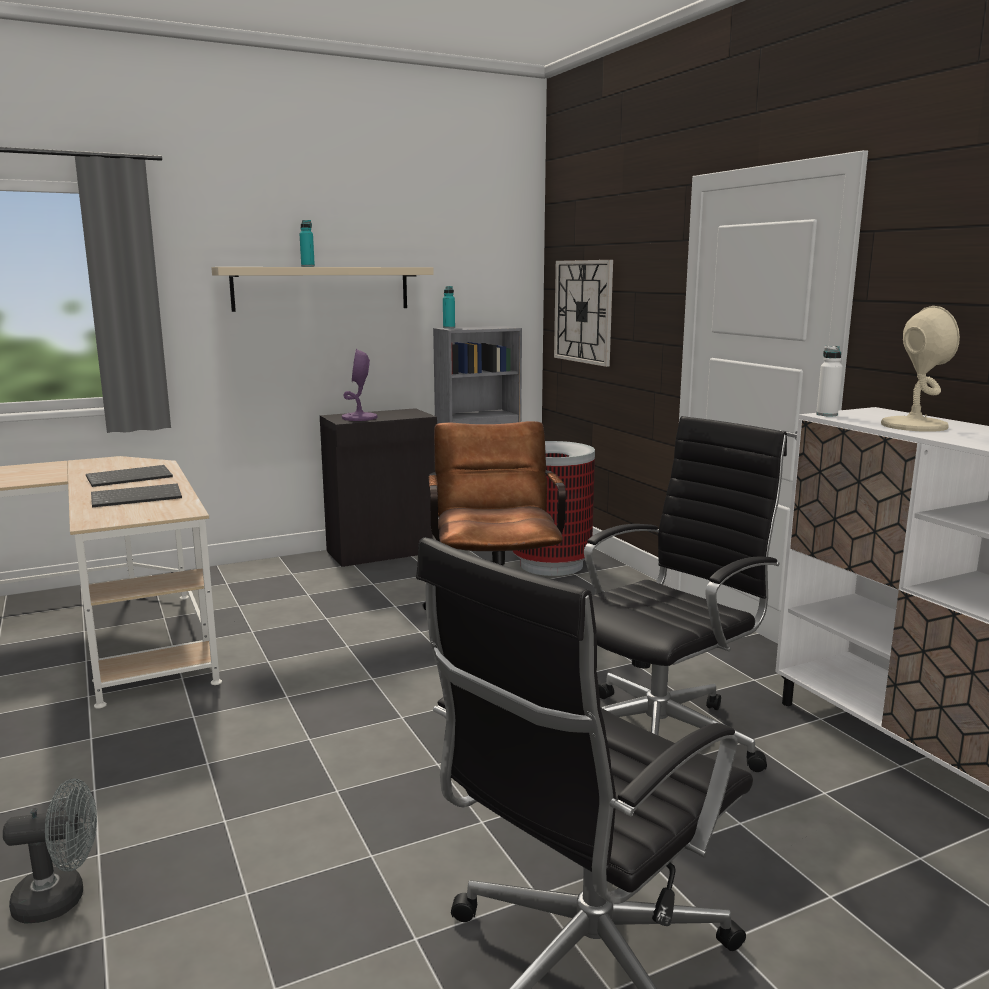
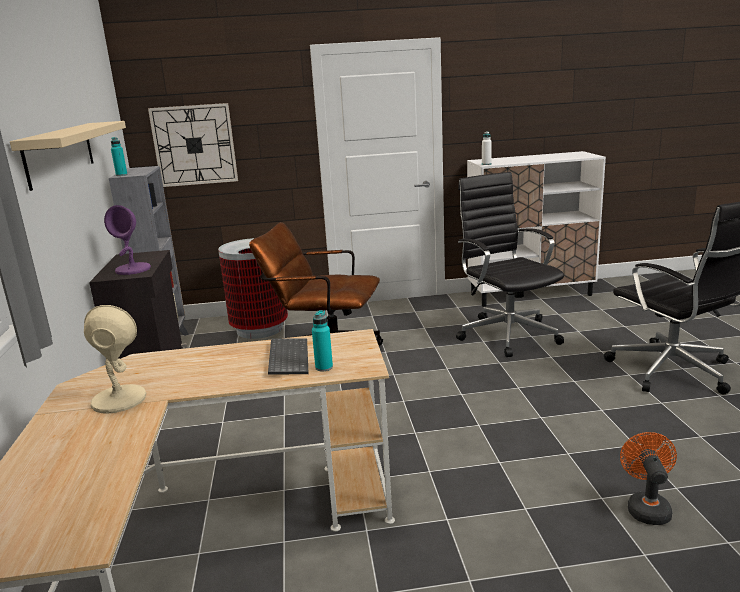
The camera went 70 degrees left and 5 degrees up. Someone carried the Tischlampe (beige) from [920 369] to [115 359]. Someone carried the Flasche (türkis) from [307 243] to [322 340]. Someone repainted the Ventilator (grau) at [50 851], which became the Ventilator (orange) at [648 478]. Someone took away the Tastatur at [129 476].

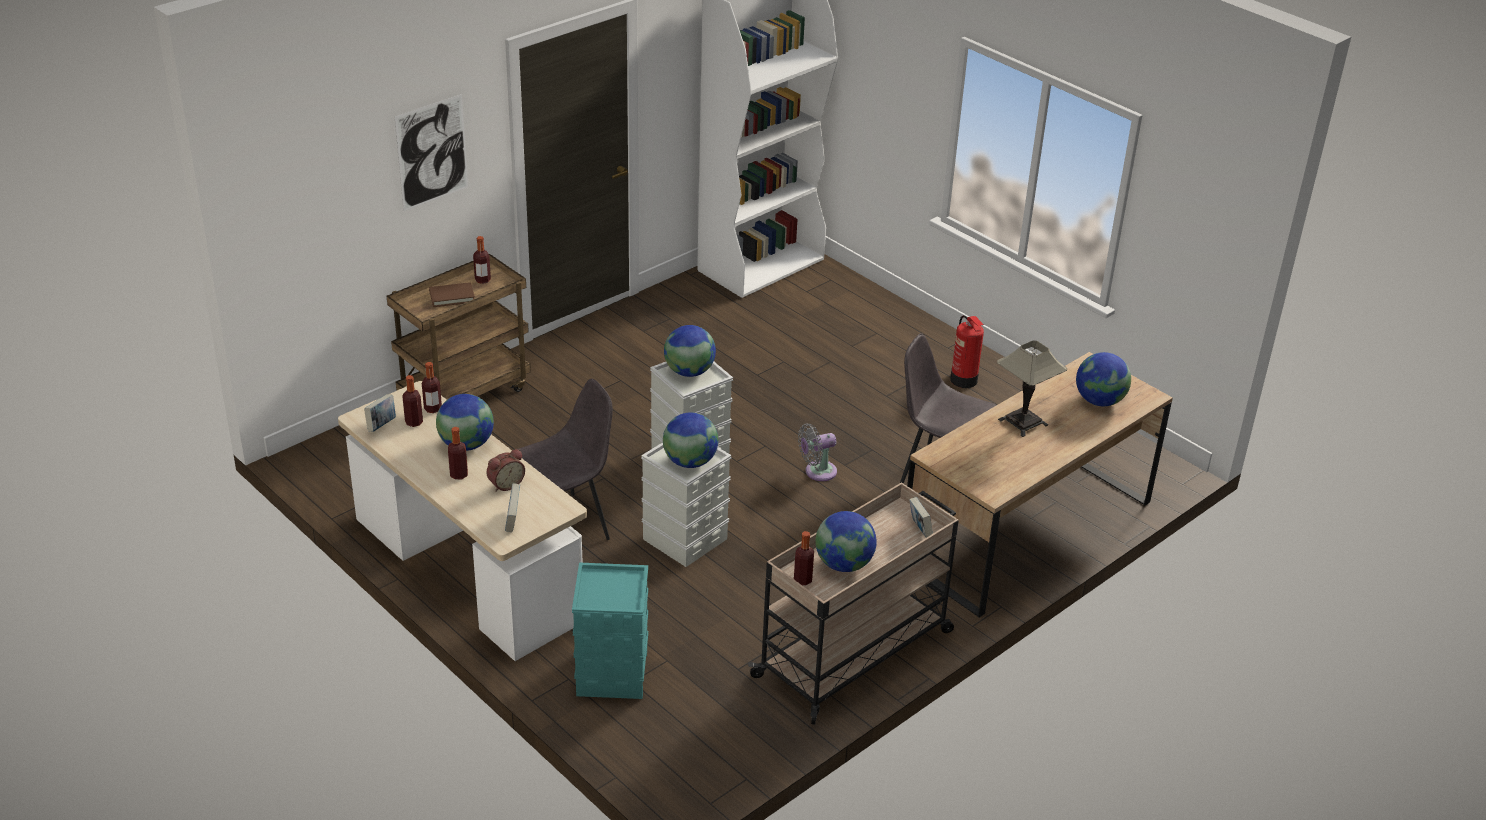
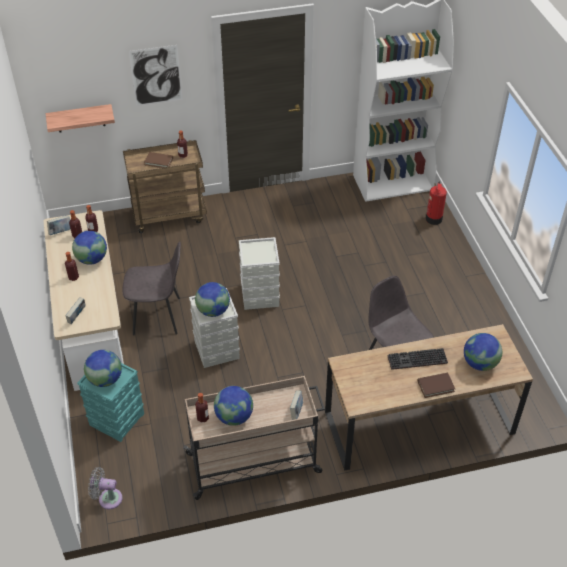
The camera went 30 degrees right and 10 degrees up. Someone put up the Wandregal at [80 118]. Someone carried the Globus from [690 351] to [103 368]. Someone carried the Ventilator (grau) from [817 452] to [105 488]. Someone swapped the Tischlampe at [1032 388] for the Tastatur at [418 359]. Someone put down the Buch (braun) at [436 385]. Someone carried the Feuerlöscher from [967 351] to [436 203]. Someone took away the Wecker at [505 470].

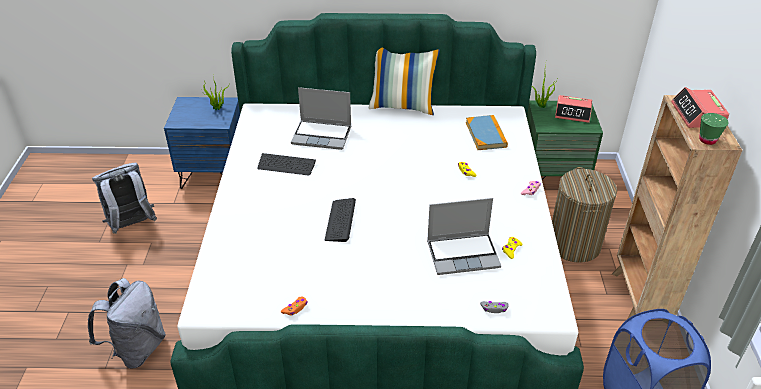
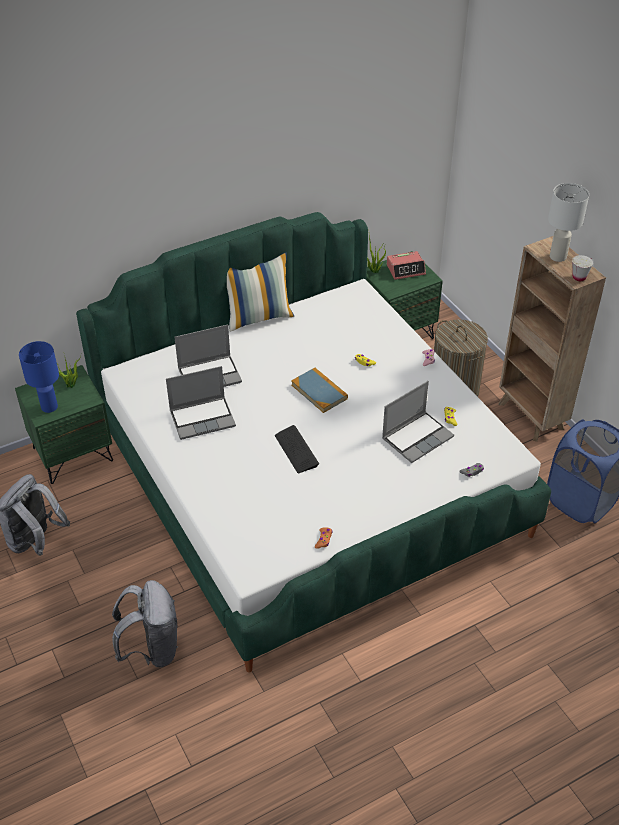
The camera went 30 degrees left and 5 degrees up. Someone repainted the Nachttisch (blau) at [202 143], which became the Nachttisch (grün) at [64 424]. Someone put down the Tischlampe (blau) at [39 377]. Someone swapped the Tastatur at [286 164] for the Laptop at [201 403]. Someone carried the Buch from [487 132] to [319 390]. Someone swapped the Wecker at [700 107] for the Tischlampe (weiß) at [568 222]. Someone repainted the Tasse (grün) at [714 129], which became the Tasse (weiß) at [583 268].

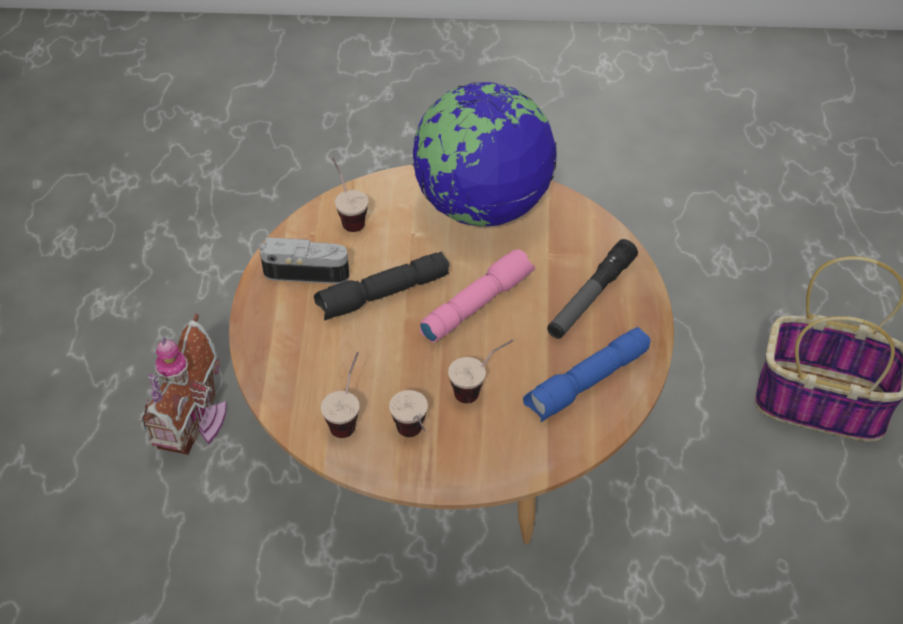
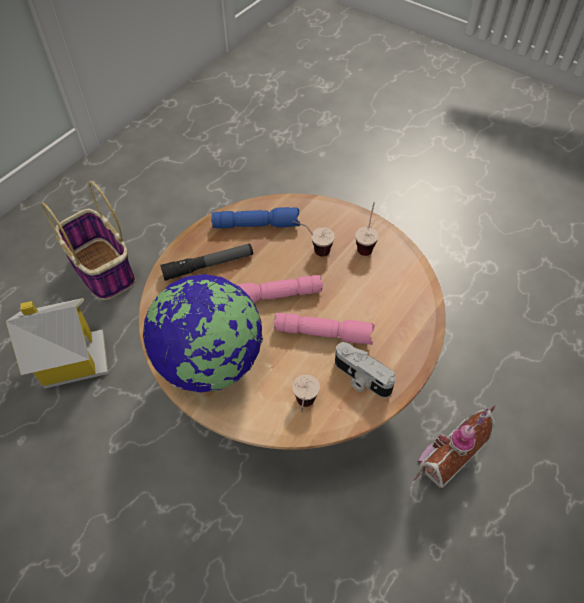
The camera went 145 degrees left and 5 degrees up. Someone put down the Spielzeughaus at [57 343]. Someone repainted the Taschenlampe (schwarz) at [381 286], which became the Taschenlampe (rosa) at [324 329]. Someone took away the Tasse at [340 395].

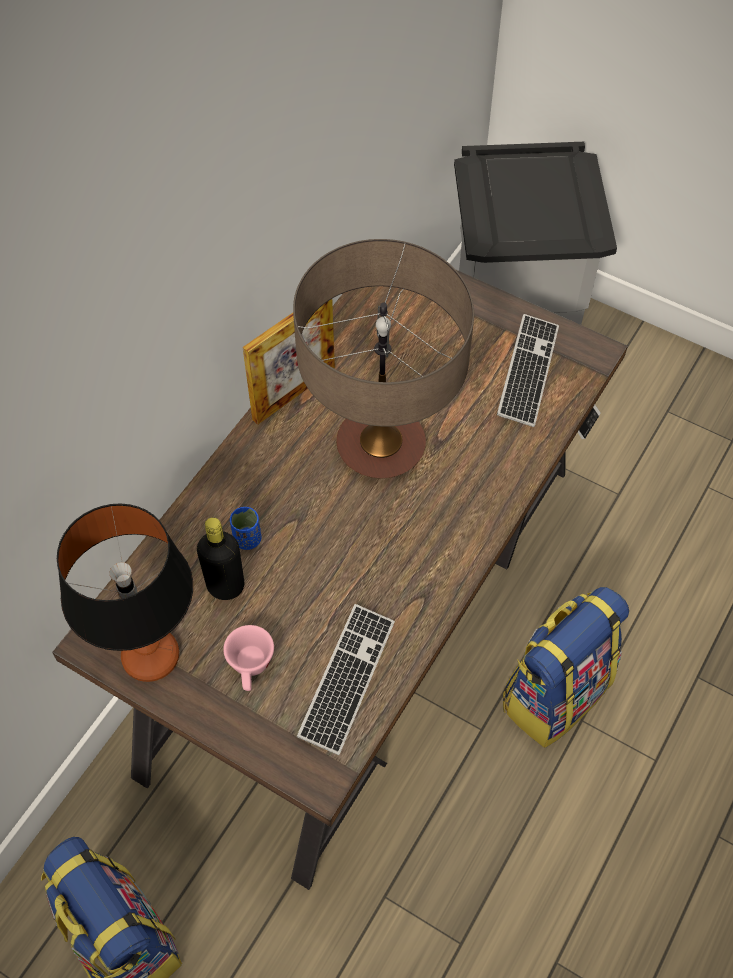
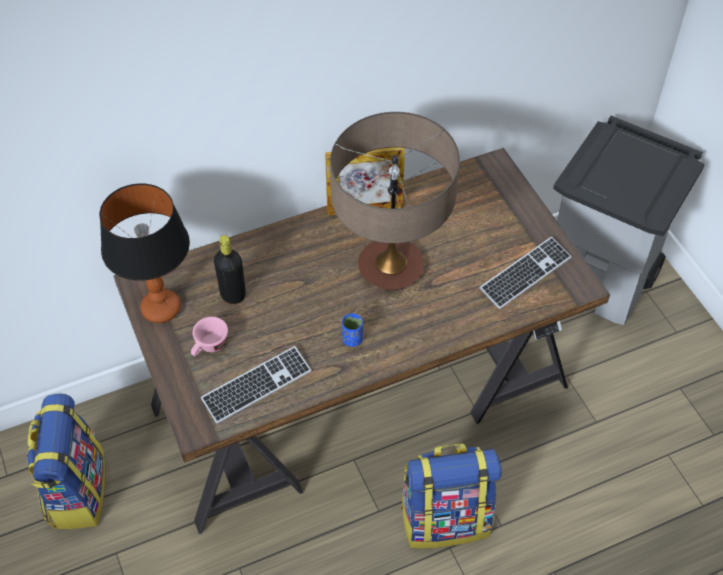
The camera went 35 degrees right and 5 degrees down. Someone carried the Tasse (blau) from [246 528] to [352 330].

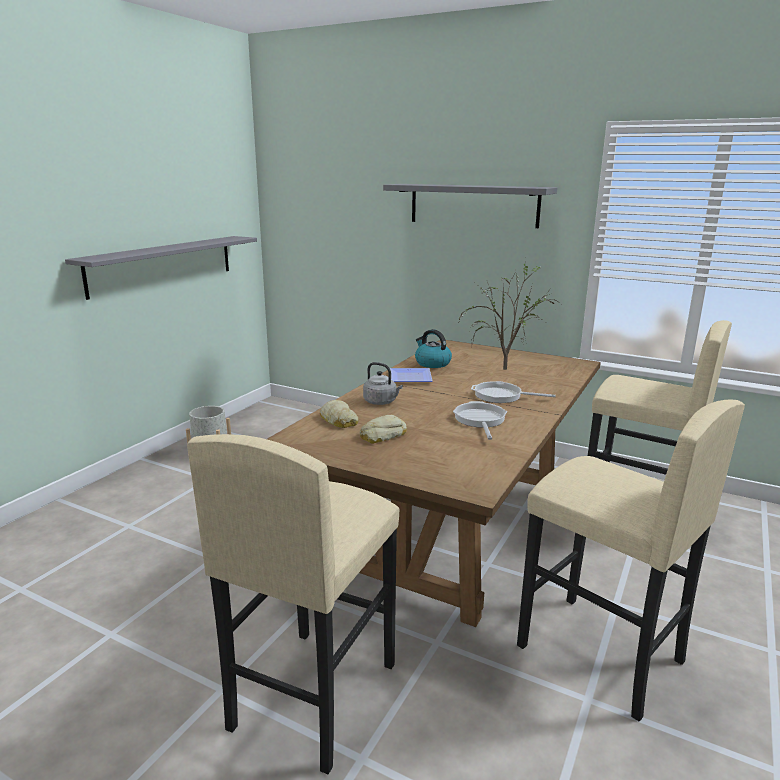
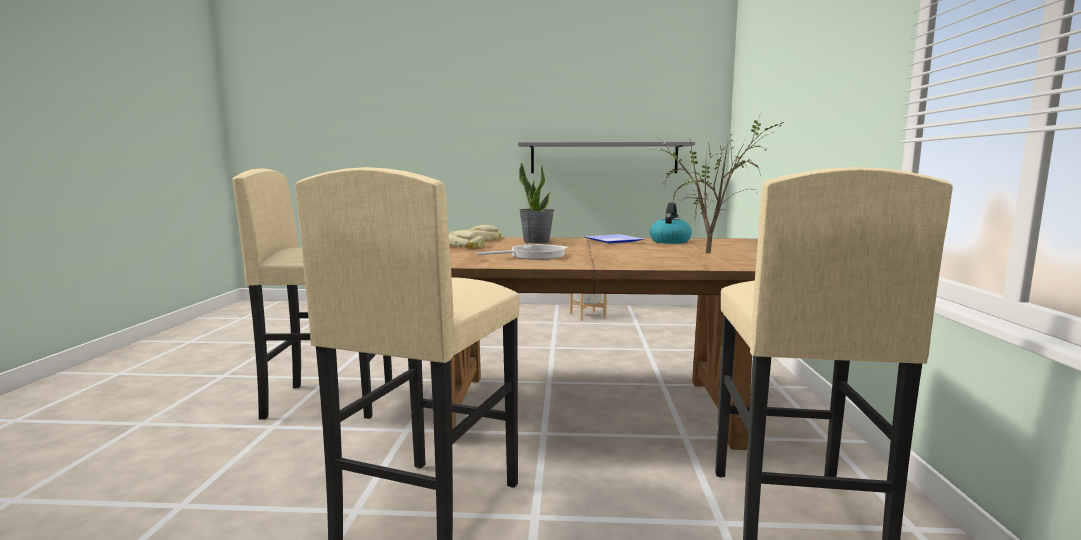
The camera went 65 degrees right and 10 degrees down. Someone swapped the Wasserkessel (grau) at [383 383] for the Topfpflanze at [536 203]. Someone took away the Wandregal (grau) at [470 206]. Someone took away the Pfanne at [513 392].

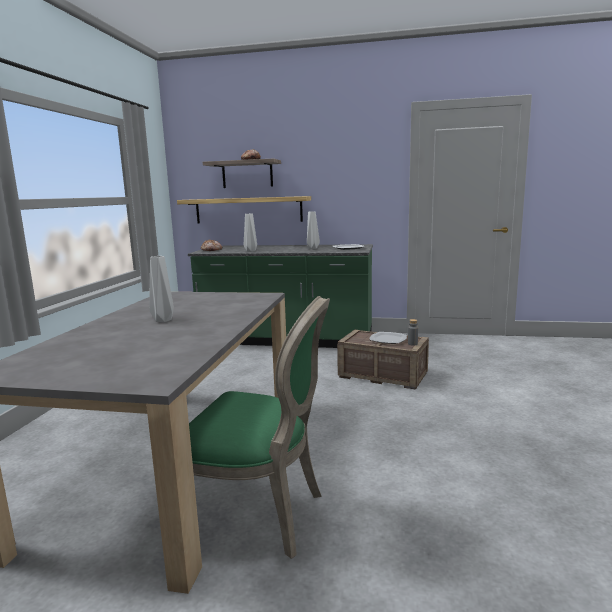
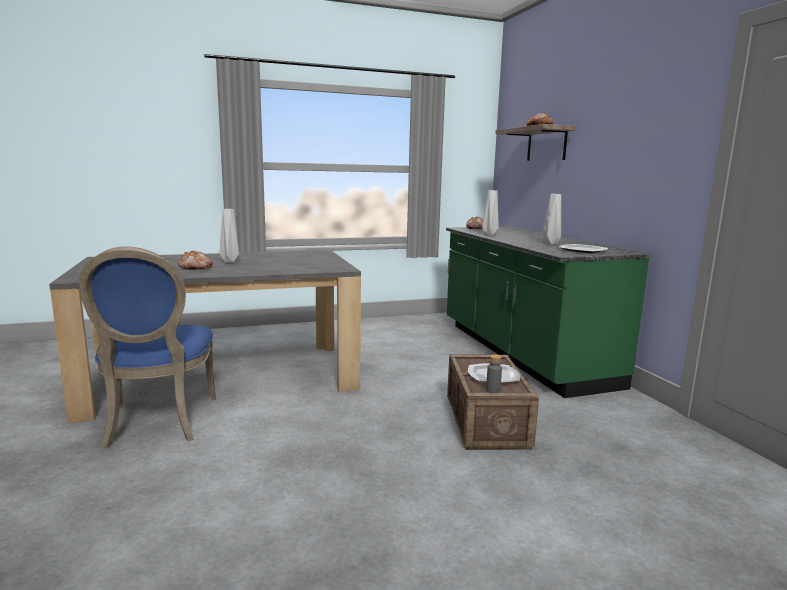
The camera went 60 degrees right and 0 degrees up. Someone repainted the Stuhl (grün) at [259 427], which became the Stuhl (blau) at [147 347]. Someone put down the Brot at [195 260]. Someone took away the Wandregal at [244 210].

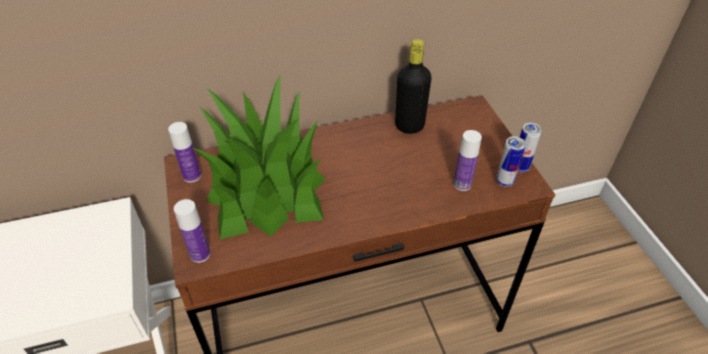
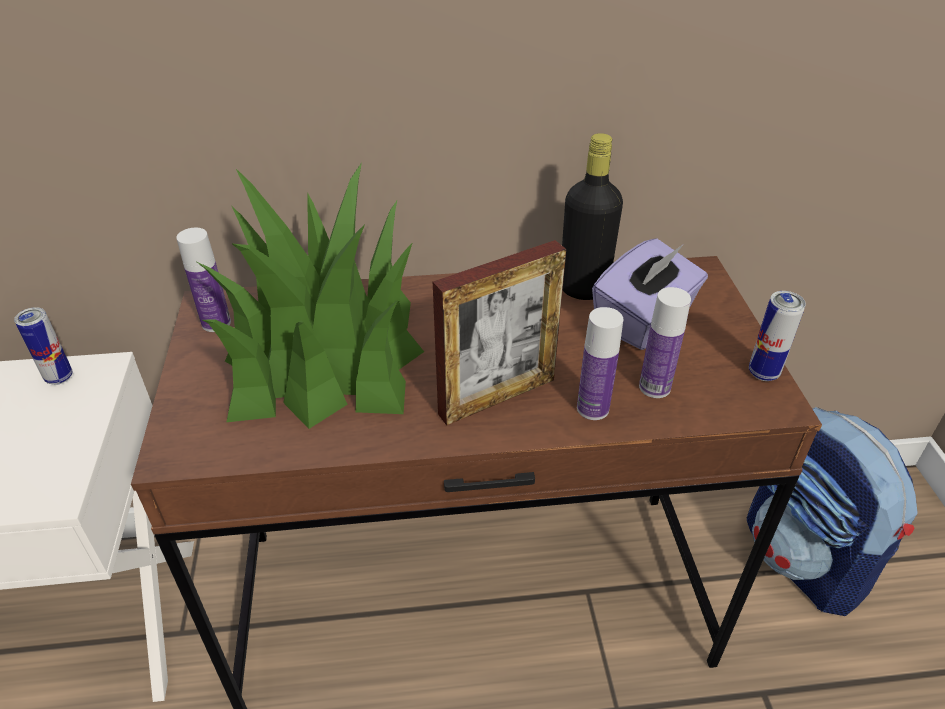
The camera went 10 degrees right and 5 degrees down. Someone carried the Dose from [511 161] to [43 346]. Someone put down the Bilderrahmen at [499 332]. Someone carried the Flasche from [192 231] to [600 363]. Someone put down the Taschentuchbox (lila) at [650 294]. Someone put down the Rucksack at [832 511].

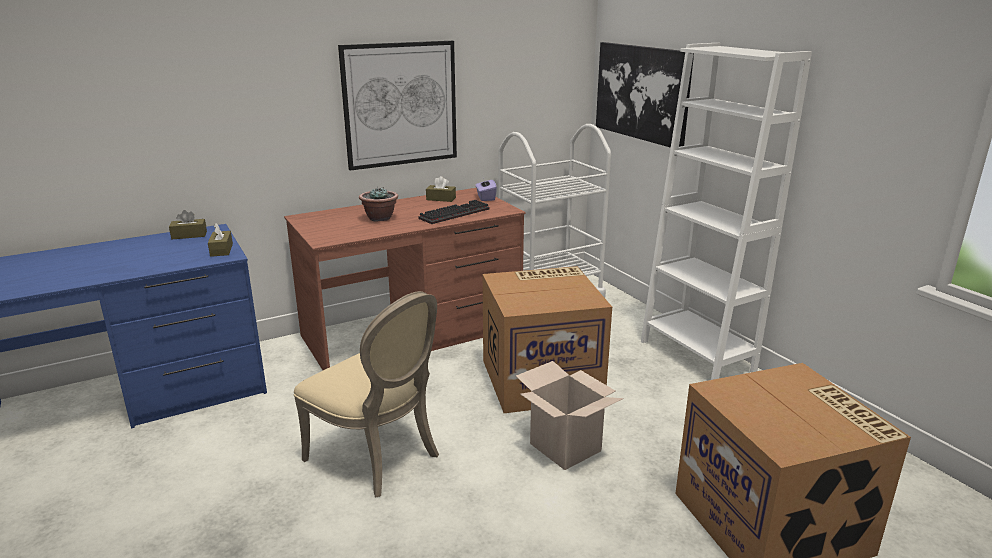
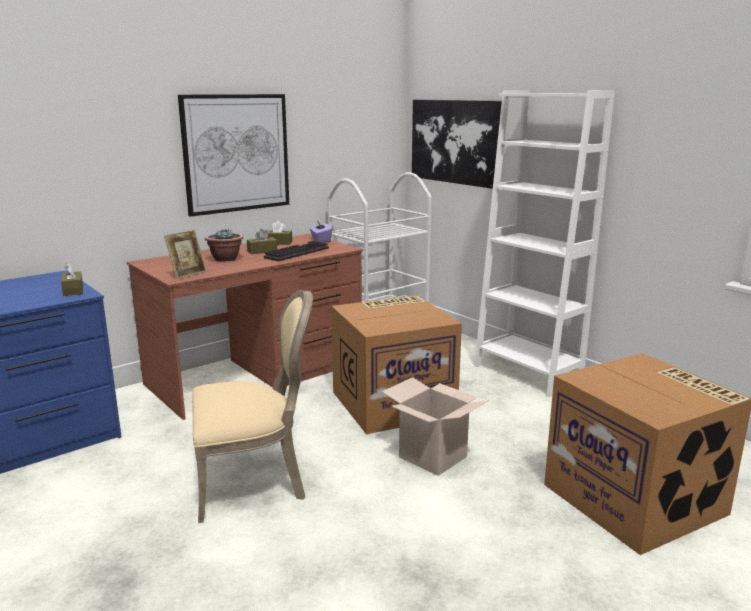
The camera went 10 degrees left and 5 degrees down. Someone put down the Bilderrahmen at [185 254]. Someone rotated the Stuhl (beige) at [366 394] by 45 degrees counterclockwise. Someone carried the Taschentuchbox (braun) from [188 224] to [262 241].

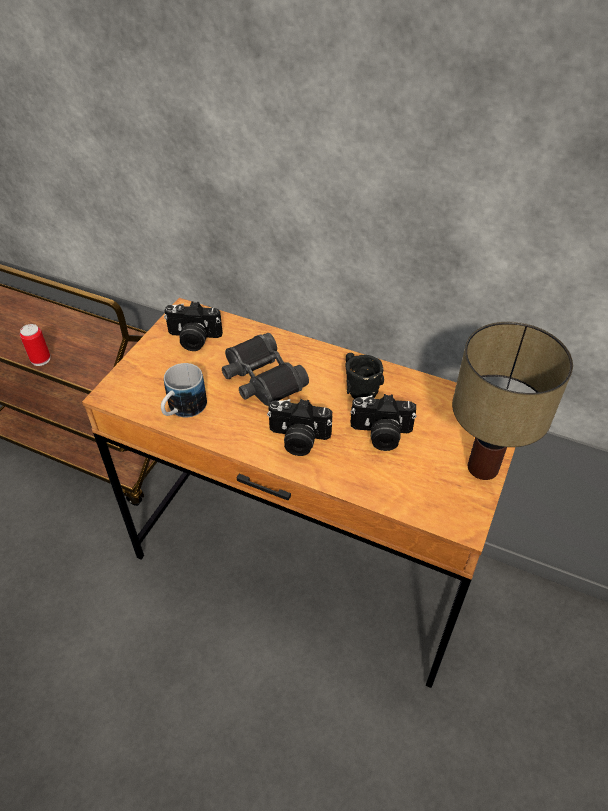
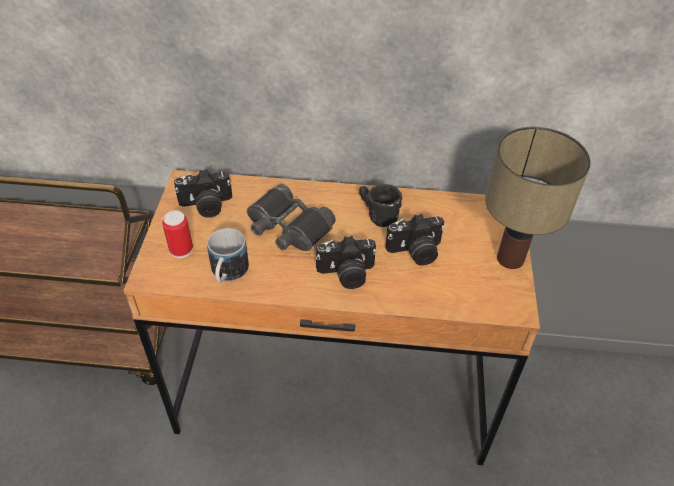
The camera went 20 degrees left and 0 degrees up. Someone carried the Dose from [35 345] to [177 234].

